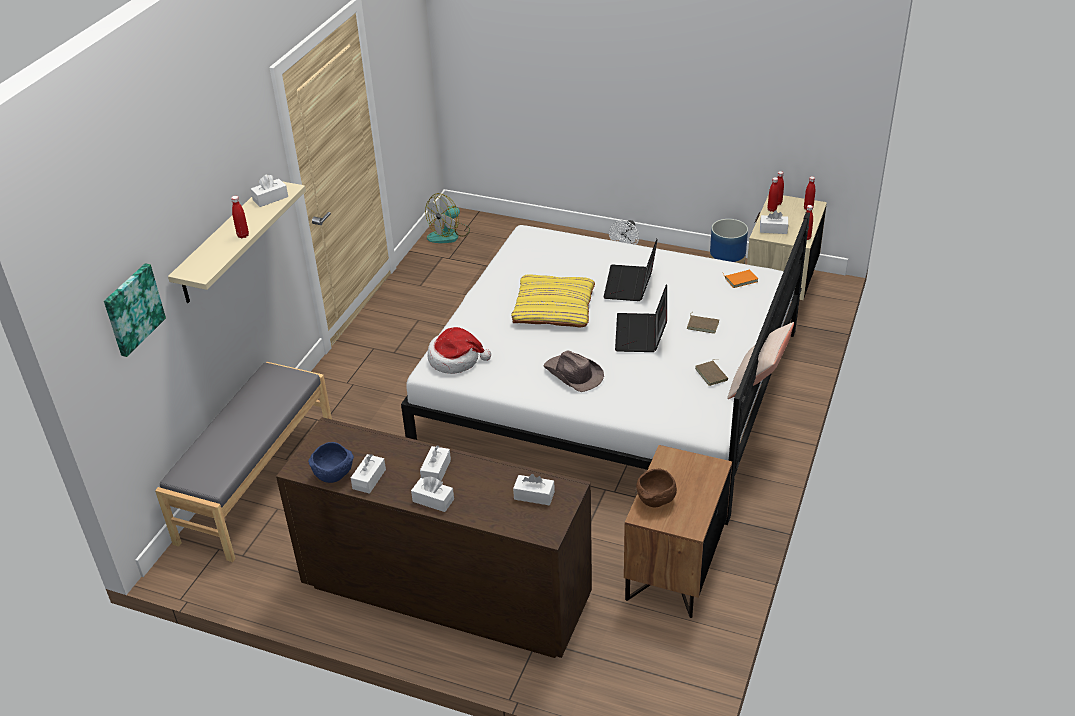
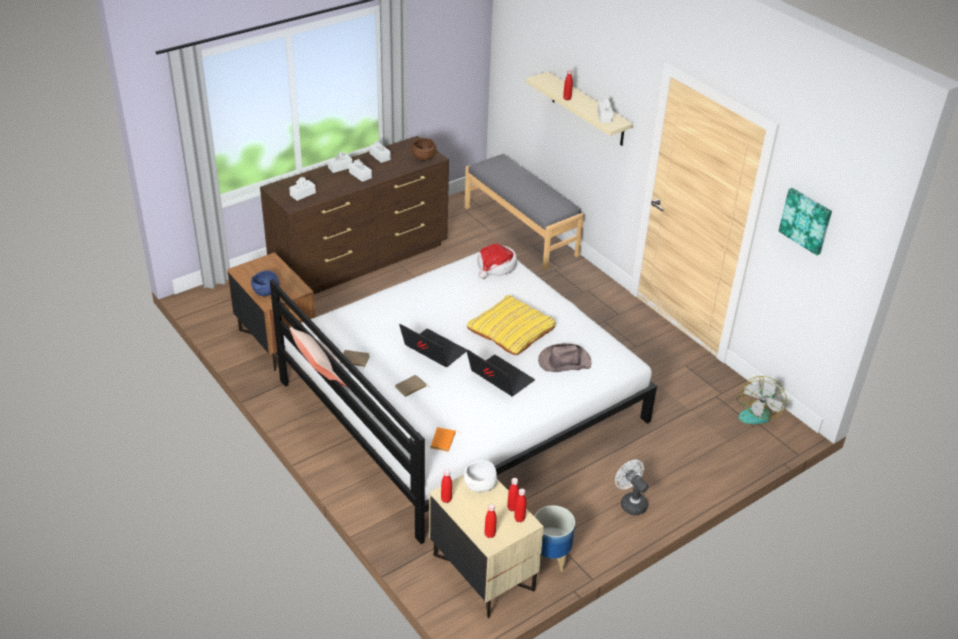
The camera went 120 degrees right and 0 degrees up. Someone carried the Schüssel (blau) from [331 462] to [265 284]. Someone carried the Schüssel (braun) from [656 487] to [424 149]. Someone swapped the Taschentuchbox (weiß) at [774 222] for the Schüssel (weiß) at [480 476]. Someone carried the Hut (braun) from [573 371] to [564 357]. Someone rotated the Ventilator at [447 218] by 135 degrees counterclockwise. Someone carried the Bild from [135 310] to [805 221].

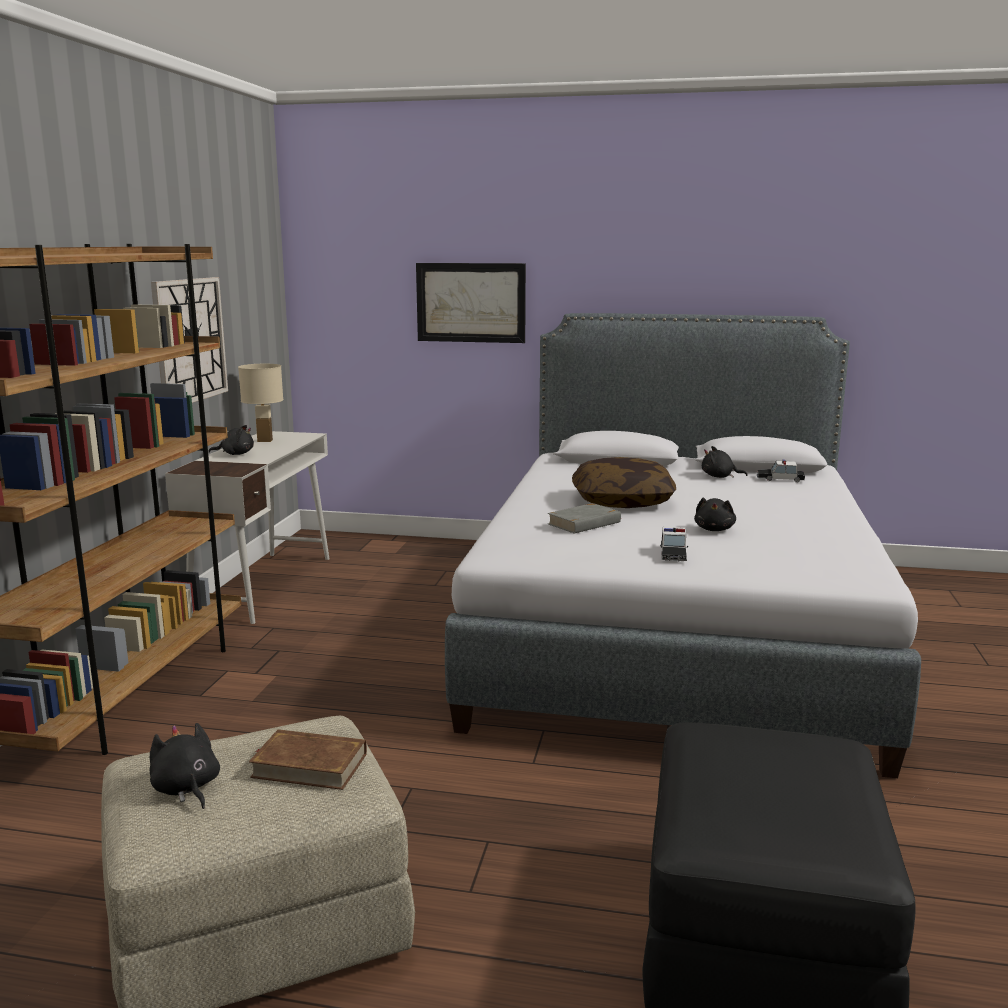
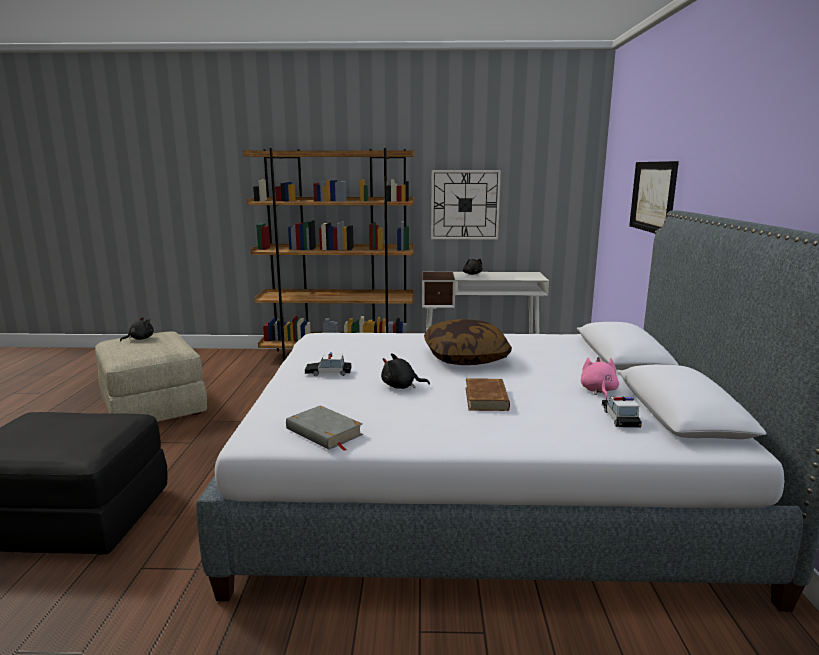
The camera went 80 degrees right and 0 degrees up. Someone carried the Buch (grau) from [584 518] to [324 428]. Someone carried the Buch (braun) from [308 759] to [488 394]. Someone repainted the Plüschtier (schwarz) at [725 462], which became the Plüschtier (rosa) at [600 378]. Someone took away the Tischlampe (beige) at [260 403].

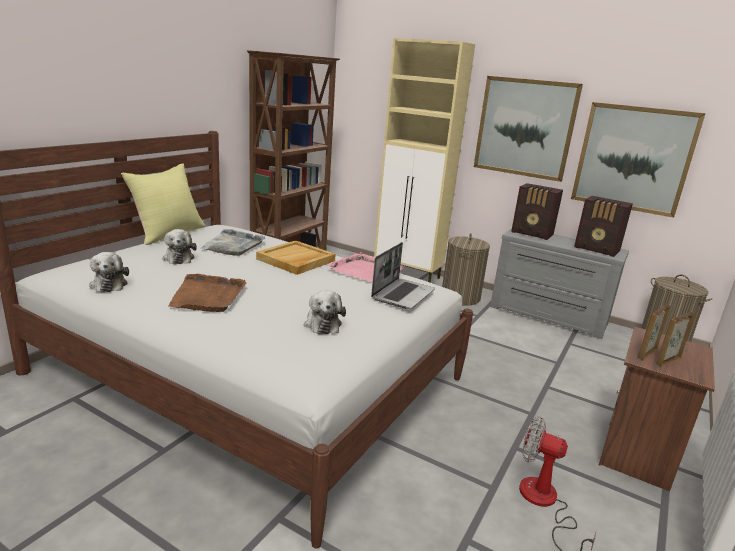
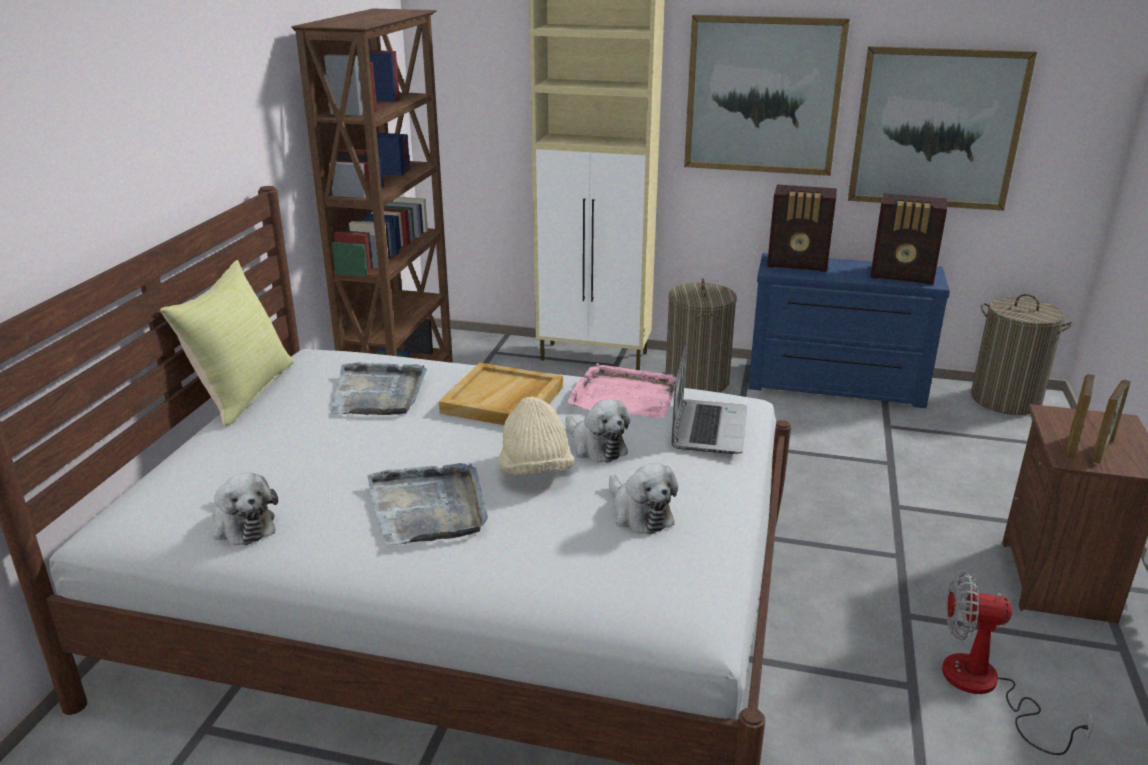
The camera went 15 degrees left and 5 degrees up. Someone repainted the Tablett (braun) at [207 293], which became the Tablett (grau) at [427 504]. Someone put down the Hut (beige) at [536 435]. Someone carried the Plüschtier from [179 246] to [598 431]. Someone repainted the Kommode (grau) at [559 283], which became the Kommode (blau) at [849 330].

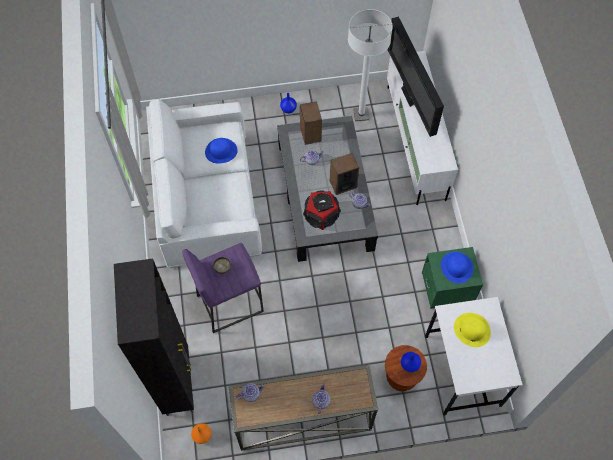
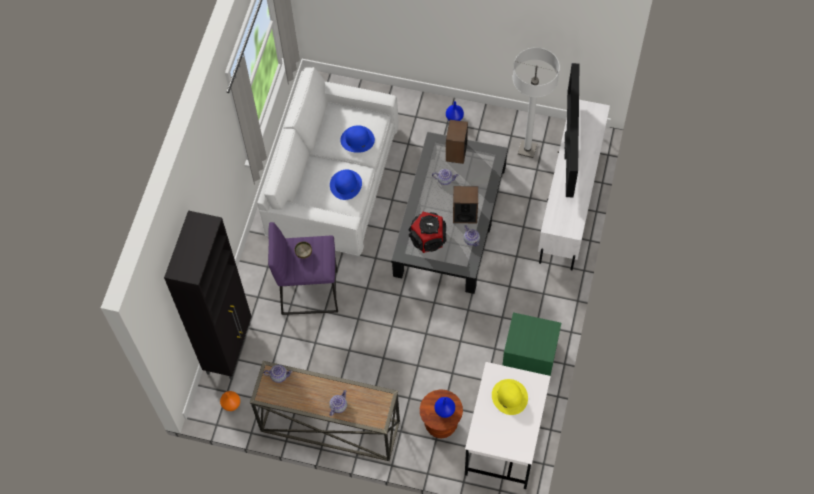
The camera went 25 degrees right and 0 degrees up. Someone carried the Hut (blau) from [457 267] to [346 184].

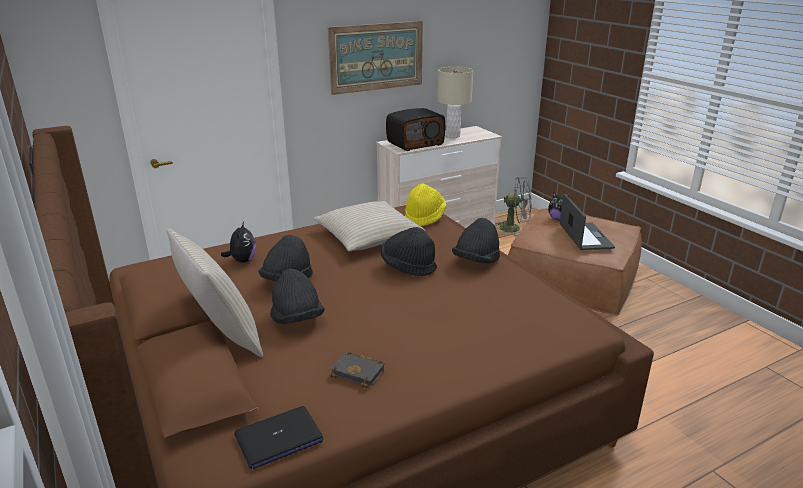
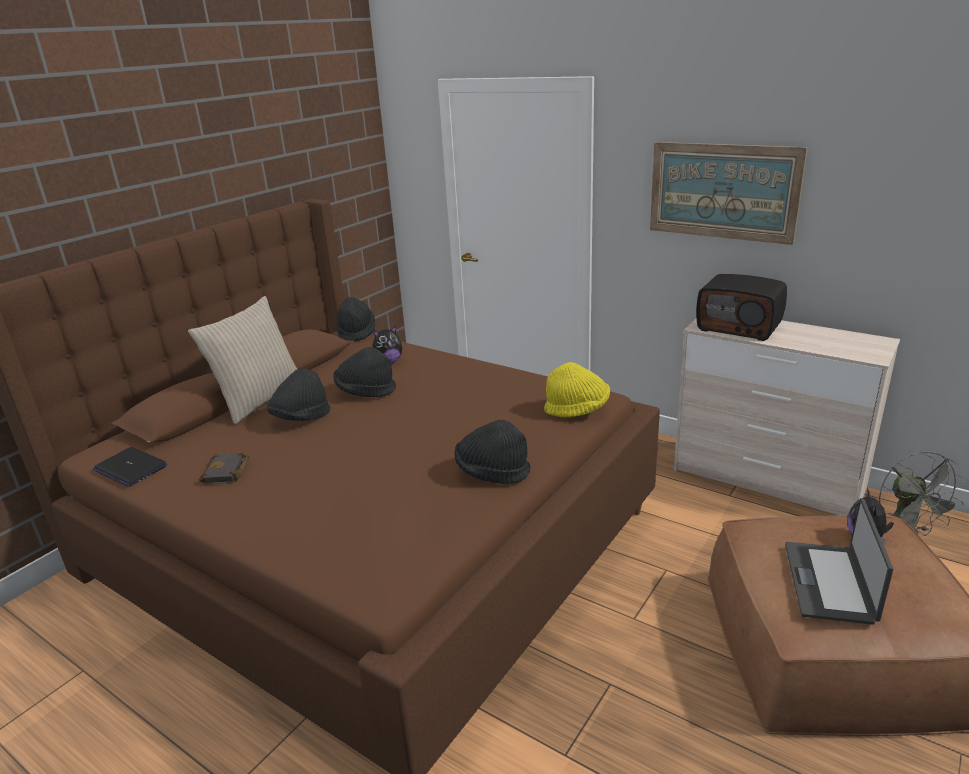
The camera went 65 degrees right and 0 degrees up. Someone carried the Hut (schwarz) from [409 251] to [356 319]. Someone rotated the Laptop at [587 222] by 135 degrees clockwise. Someone took away the Kissen (beige) at [369 226]. Someone took away the Tischlampe (beige) at [455 102].

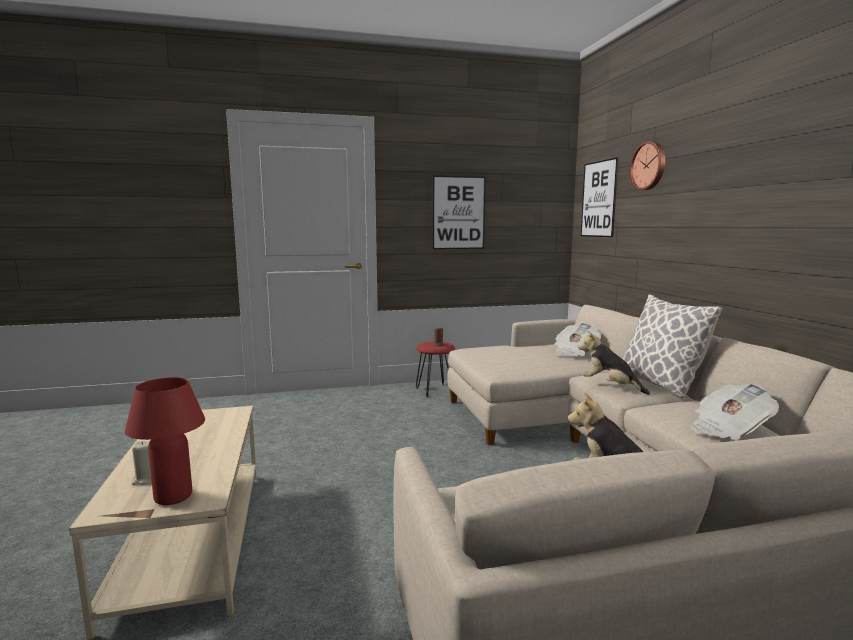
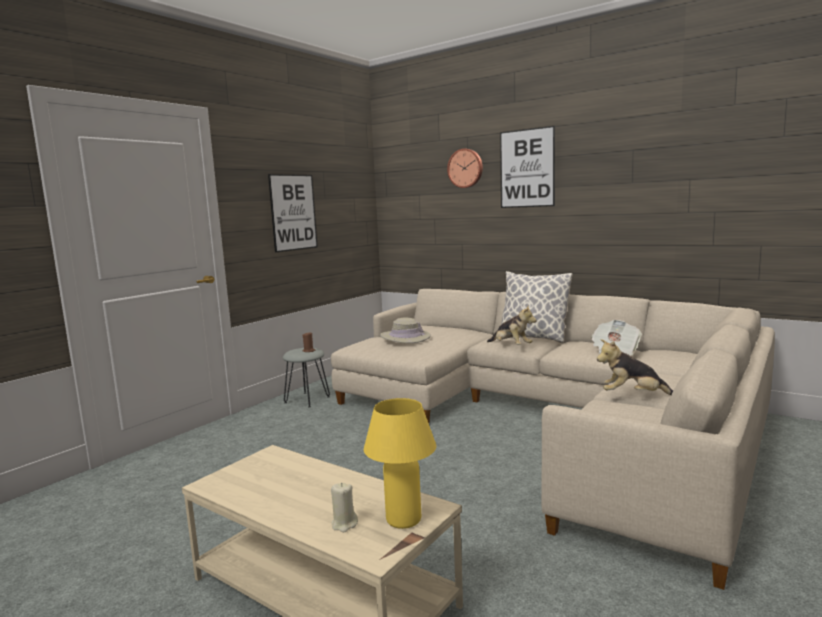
The camera went 40 degrees left and 0 degrees up. Someone repainted the Hocker (rot) at [435 369], which became the Hocker (grau) at [306 377]. Someone repainted the Tischlampe (rot) at [165 441], which became the Tischlampe (gelb) at [400 463]. Someone put down the Hut (beige) at [405 330]. Someone rotated the Plüschtier at [614 363] by 135 degrees counterclockwise. Someone carried the Bild from [600 197] to [527 167]. Someone took away the Zeitung at [577 339].

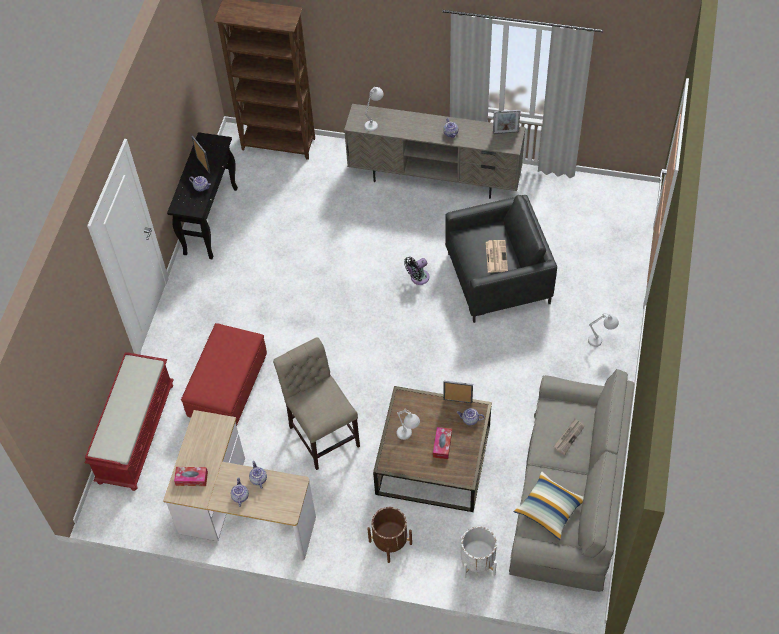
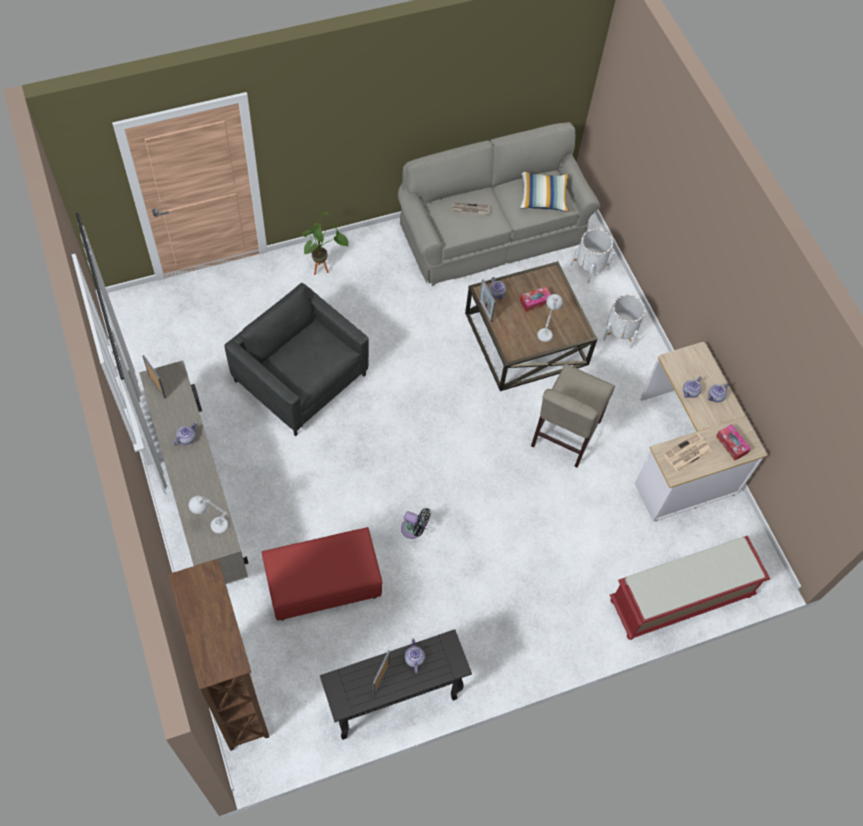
The camera went 130 degrees left and 5 degrees up. Someone carried the Polsterhocker (rot) from [224 374] to [322 574]. Someone swapped the Tischlampe (weiß) at [603 330] for the Topfpflanze at [325 242]. Someone carried the Ventilator (schwarz) from [416 271] to [416 523]. Someone repainted the Pflanzkübel (braun) at [389 535], which became the Pflanzkübel (weiß) at [624 321]. Someone carried the Zeitung from [497 256] to [687 453].

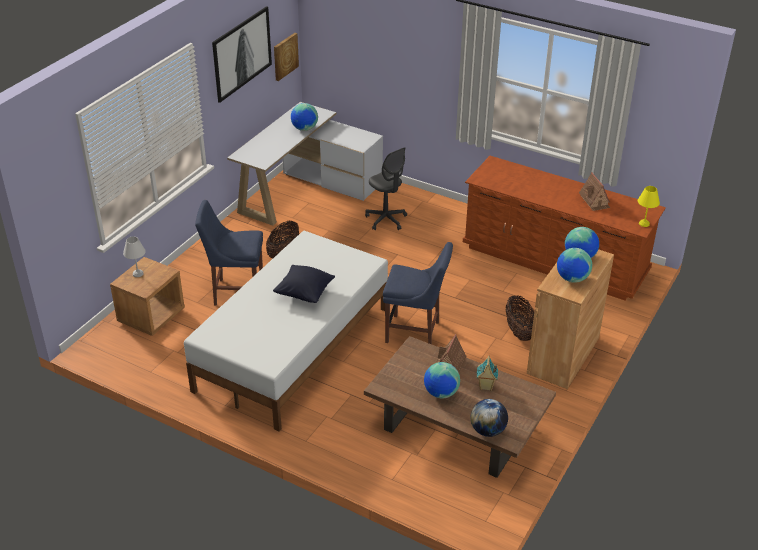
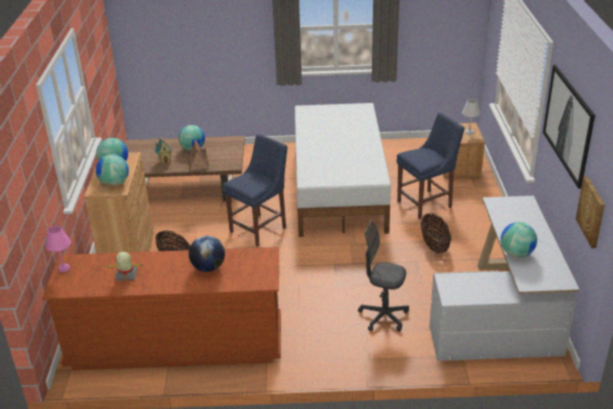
The camera went 150 degrees right and 5 degrees down. Someone repainted the Tischlampe (gelb) at [649 206], which became the Tischlampe (rosa) at [58 249]. Someone swapped the Spielzeughaus at [594 191] for the Spielzeugroboter at [125 266]. Someone carried the Globus from [489 418] to [207 254]. Someone rotated the Stuhl (blau) at [418 293] by 150 degrees clockwise. Someone took away the Kissen (schwarz) at [304 284].

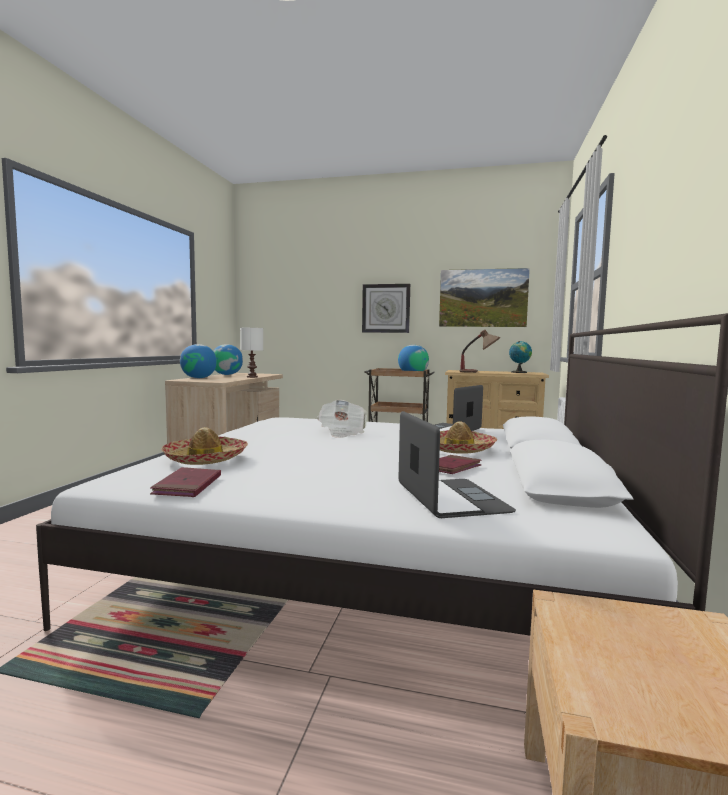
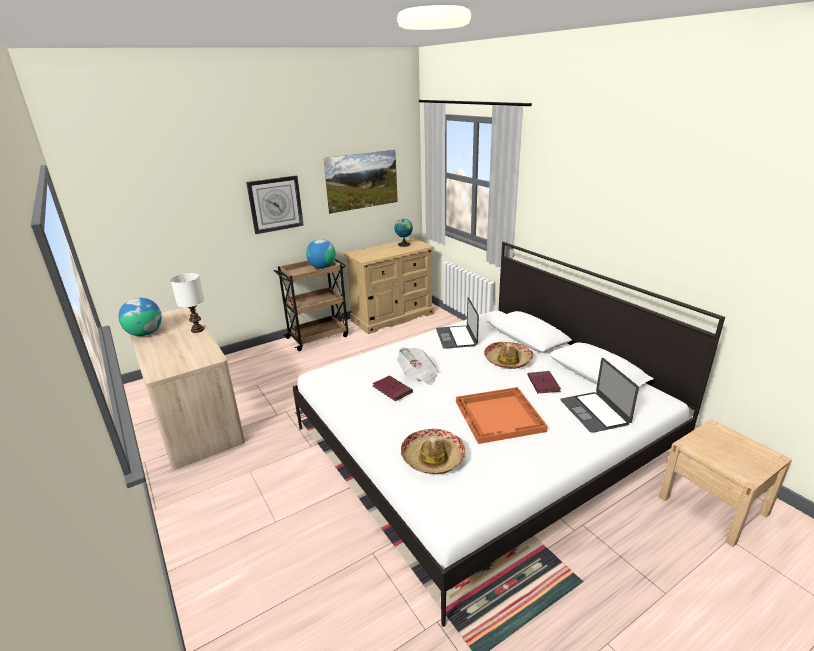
The camera went 45 degrees left and 20 degrees up. Someone carried the Buch (rot) from [185 482] to [392 388]. Someone put down the Tablett (orange) at [502 415]. Someone rotated the Laptop at [457 464] by 135 degrees counterclockwise. Someone took away the Globus at [198 361]. Someone took away the Tischlampe at [479 351].

